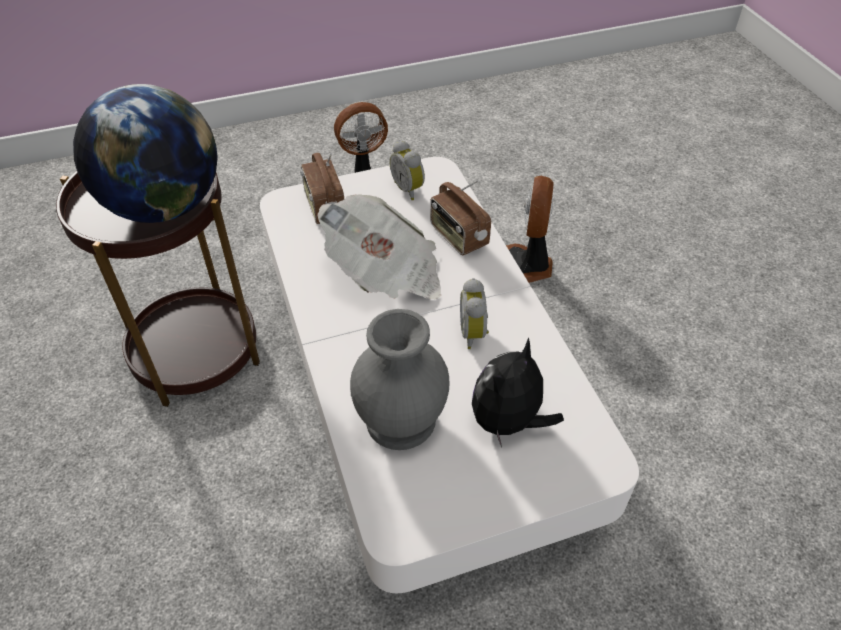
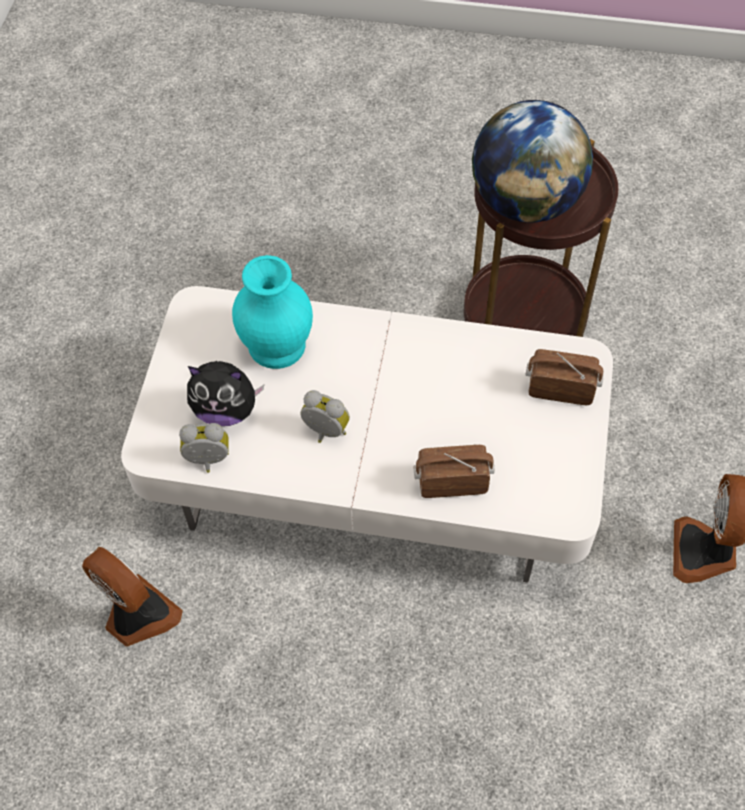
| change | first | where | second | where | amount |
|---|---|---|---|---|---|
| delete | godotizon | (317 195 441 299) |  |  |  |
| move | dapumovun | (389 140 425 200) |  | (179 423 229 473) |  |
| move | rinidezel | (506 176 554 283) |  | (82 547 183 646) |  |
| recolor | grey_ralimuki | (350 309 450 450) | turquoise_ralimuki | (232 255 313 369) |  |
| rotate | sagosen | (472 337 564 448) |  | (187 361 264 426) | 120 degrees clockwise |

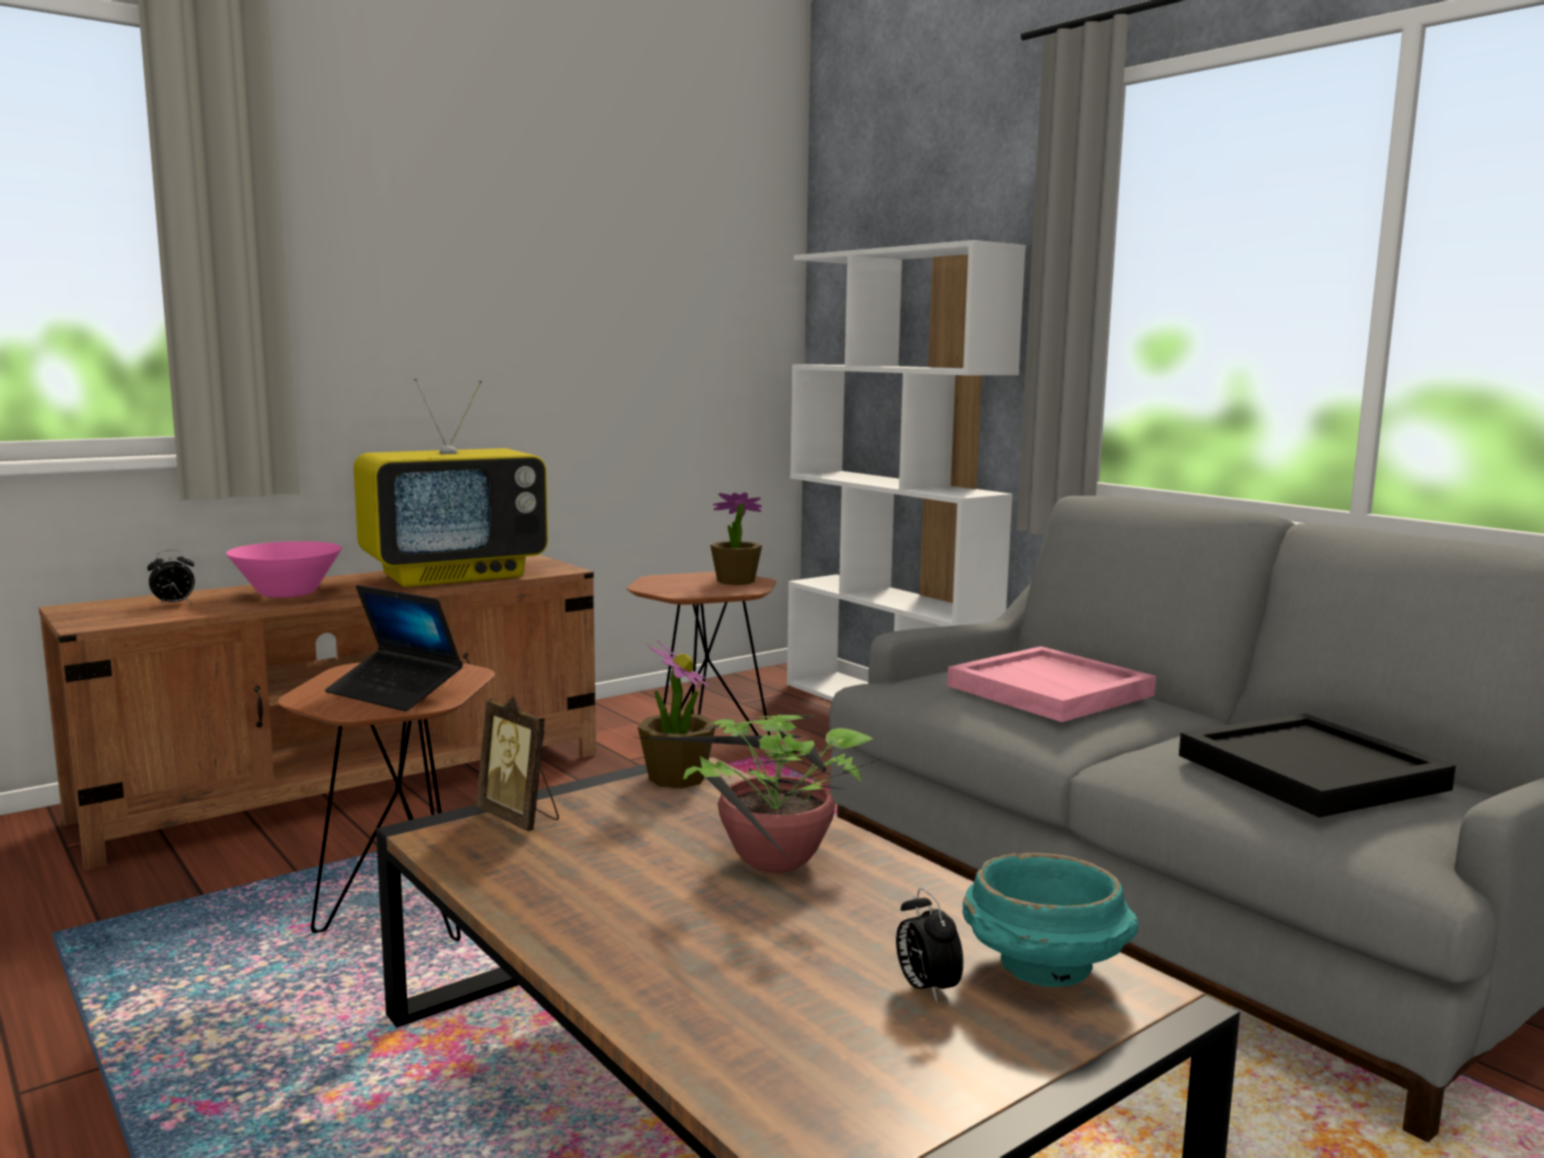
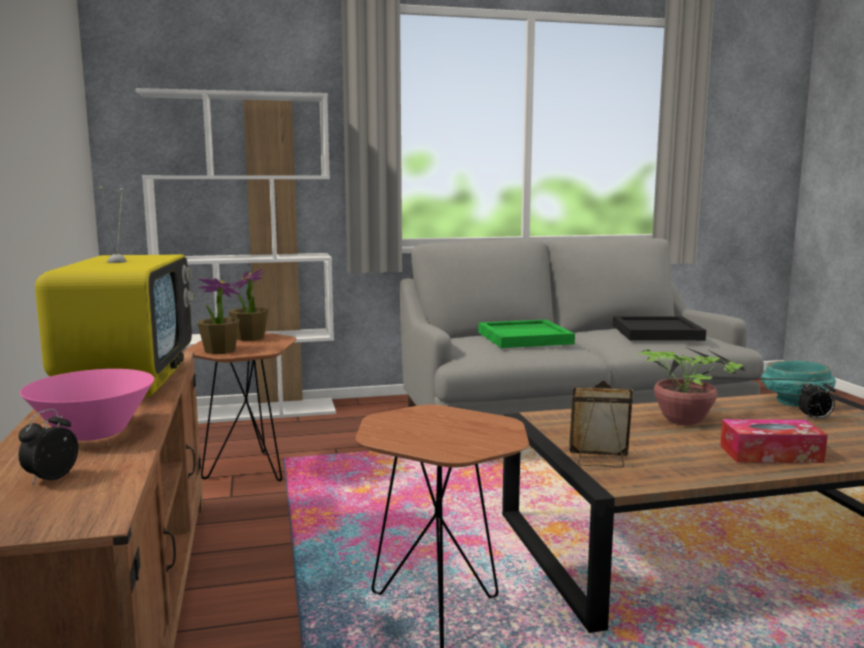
| change | first | where | second | where | amount |
|---|---|---|---|---|---|
| delete | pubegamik | (325 585 463 711) |  |  |  |
| insert |  |  | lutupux | (720 419 828 463) |  |
| move | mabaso | (638 640 716 788) |  | (197 278 240 354) |  |
| recolor | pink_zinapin | (947 646 1156 722) | green_zinapin | (478 320 575 348) |  |
| rotate | dapumovun | (147 550 195 606) |  | (19 409 78 485) | 150 degrees counterclockwise |
| rotate | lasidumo | (476 696 559 831) |  | (569 380 633 468) | 150 degrees counterclockwise |

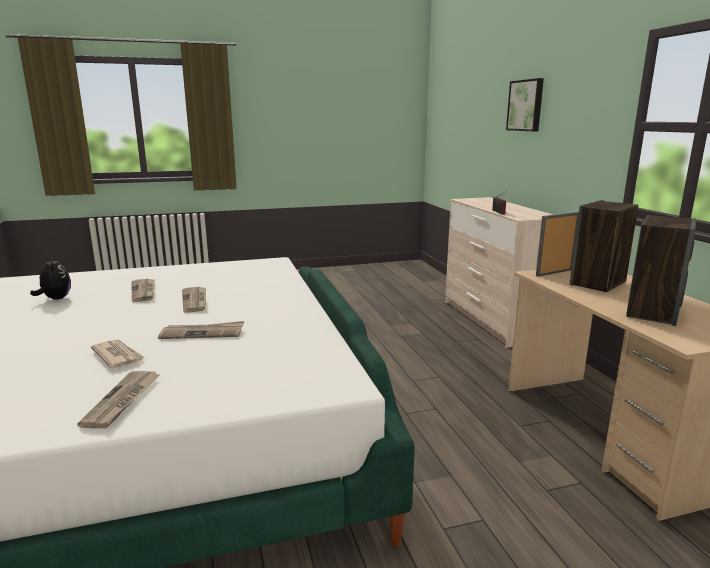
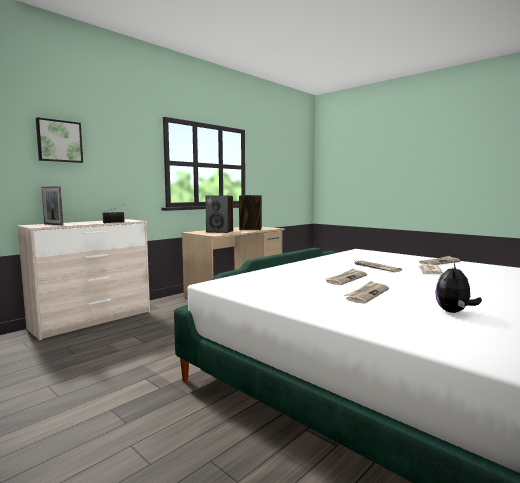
| change | first | where | second | where | amount |
|---|---|---|---|---|---|
| move | lasidumo | (536 212 579 277) |  | (41 186 63 225) |  |

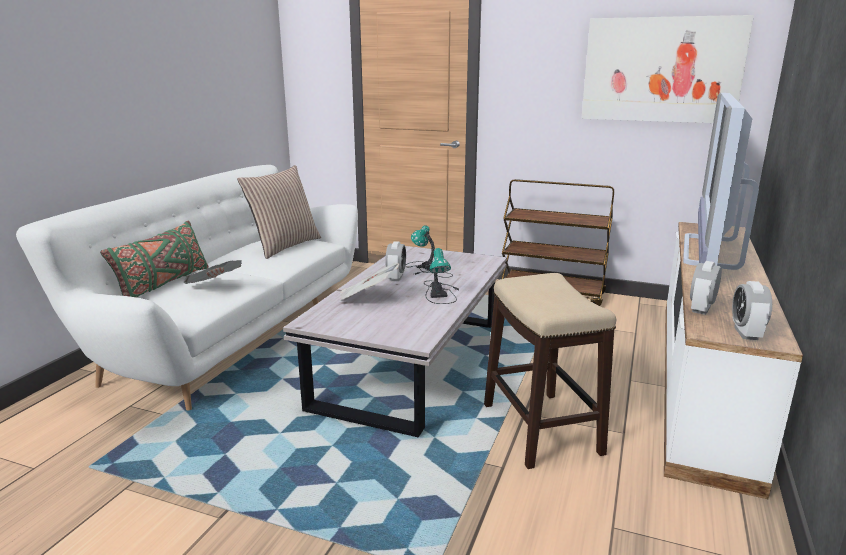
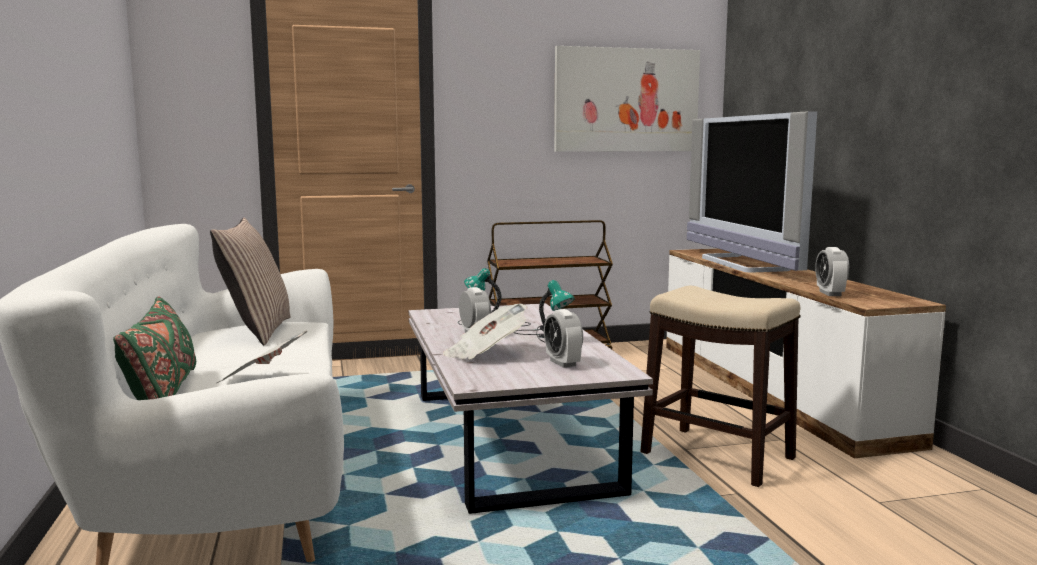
| change | first | where | second | where | amount |
|---|---|---|---|---|---|
| move | dapumovun | (732 281 772 340) |  | (544 309 583 368) |  |

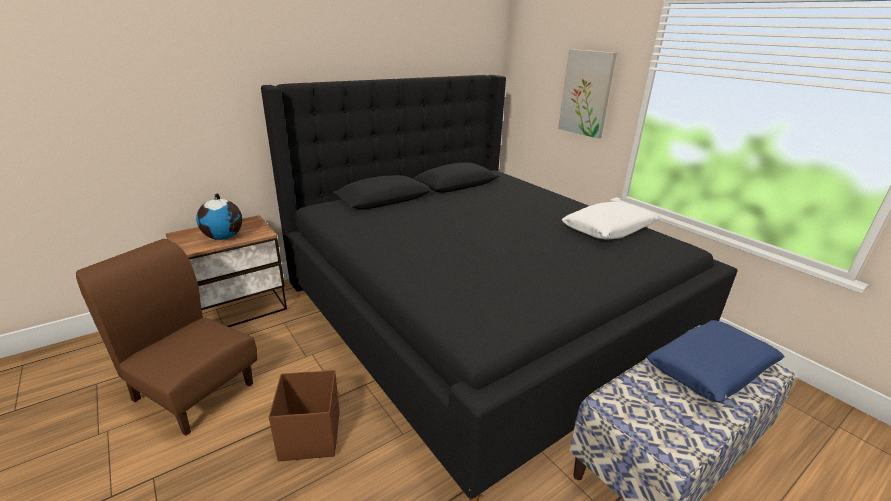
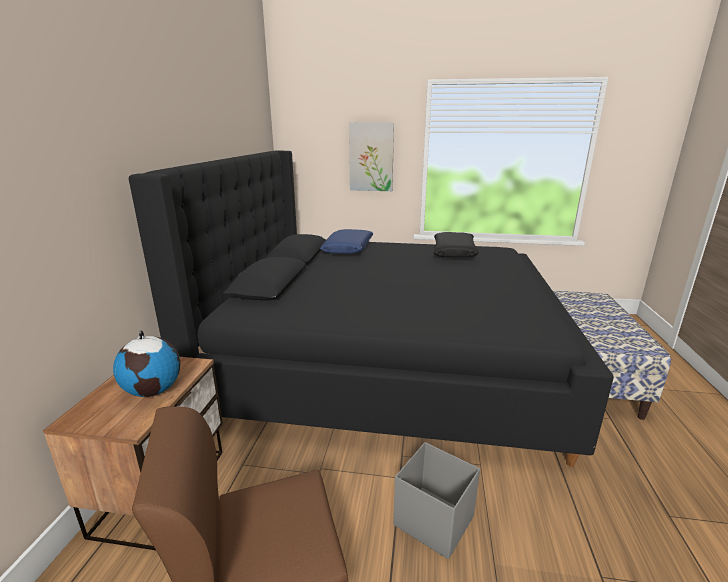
| change | first | where | second | where | amount |
|---|---|---|---|---|---|
| move | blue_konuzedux | (647 320 785 403) |  | (320 229 373 254) |  |
| recolor | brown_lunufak | (269 370 340 461) | grey_lunufak | (393 442 480 559) |  |
| recolor | white_konuzedux | (562 202 659 240) | black_konuzedux | (434 232 479 258) |  |

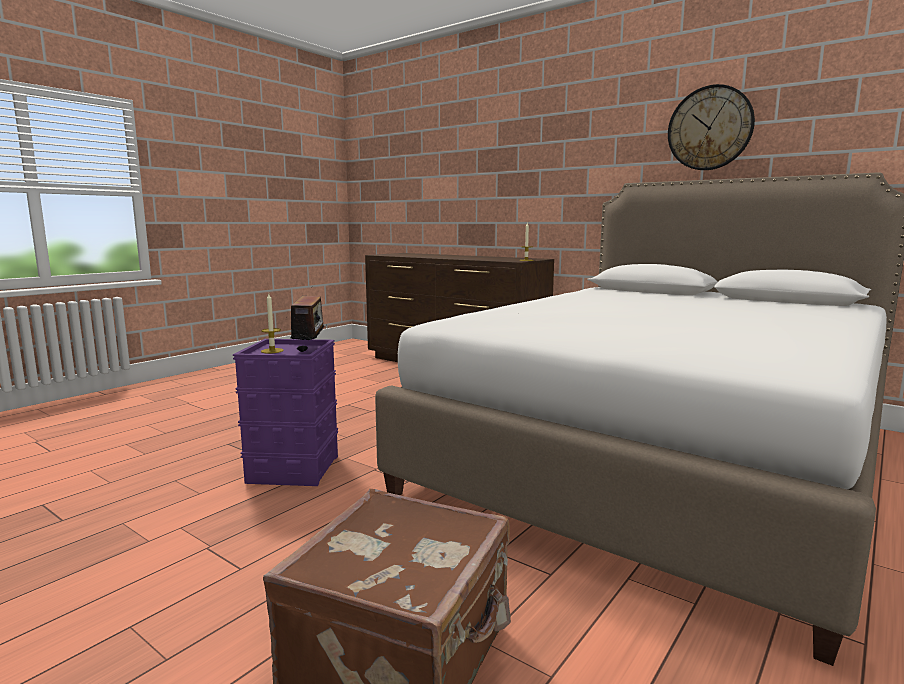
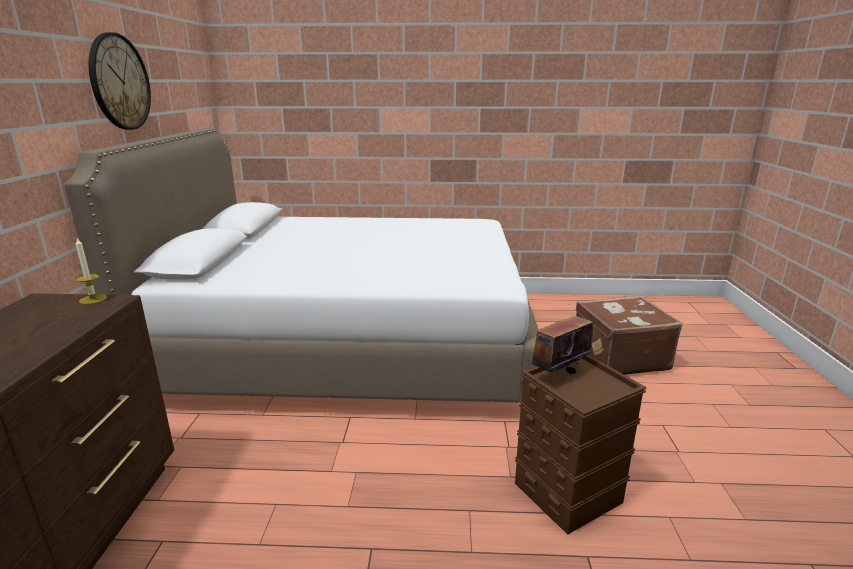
| change | first | where | second | where | amount |
|---|---|---|---|---|---|
| delete | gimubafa | (261 294 284 353) |  |  |  |
| recolor | purple_lunufak | (233 339 338 486) | brown_lunufak | (515 355 646 535) |  |

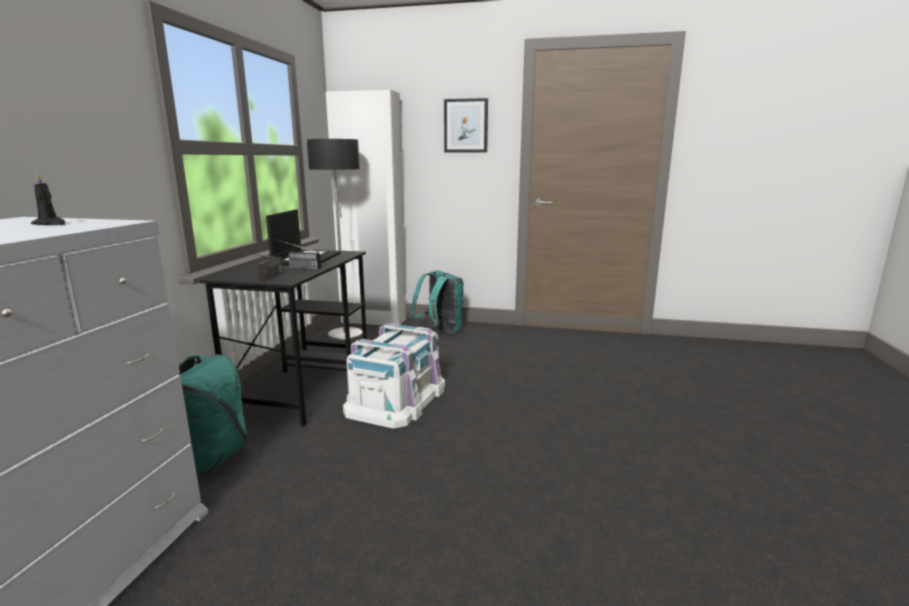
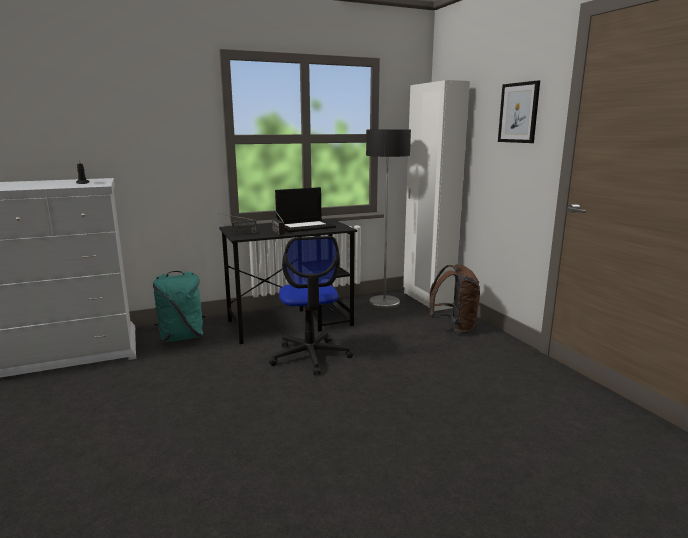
| change | first | where | second | where | amount |
|---|---|---|---|---|---|
| replace | white_lunufak | (343 323 445 429) | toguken | (269 236 353 375) |  |
| recolor | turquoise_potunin | (411 270 464 334) | brown_potunin | (429 264 480 334) |  |

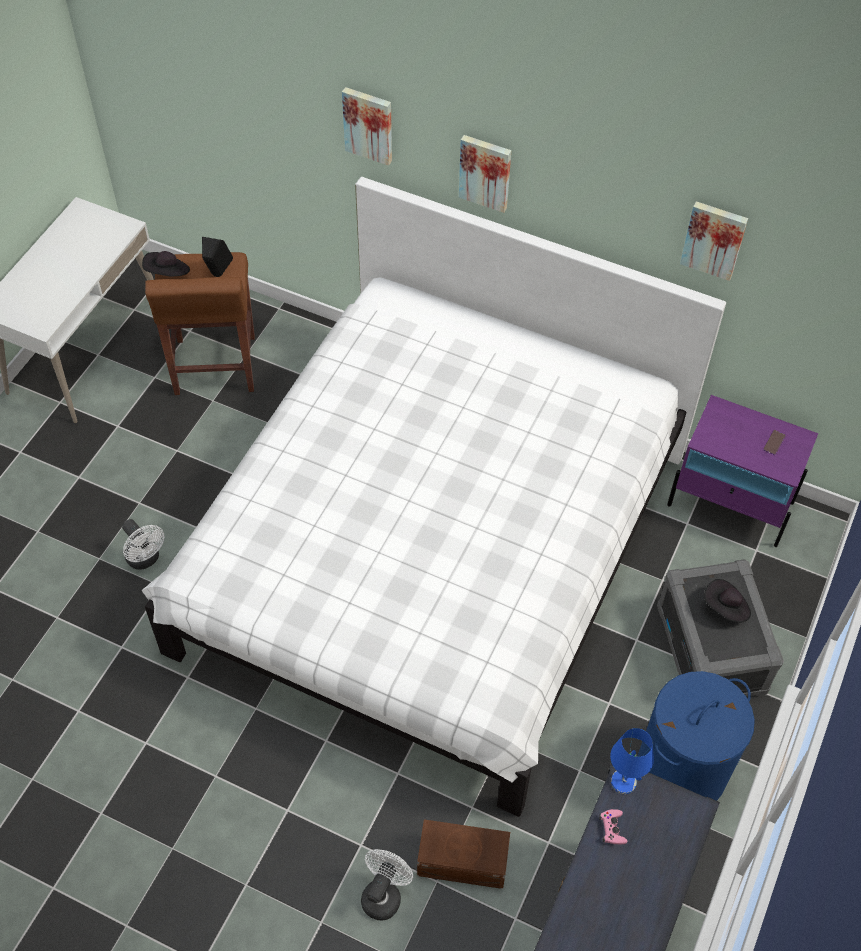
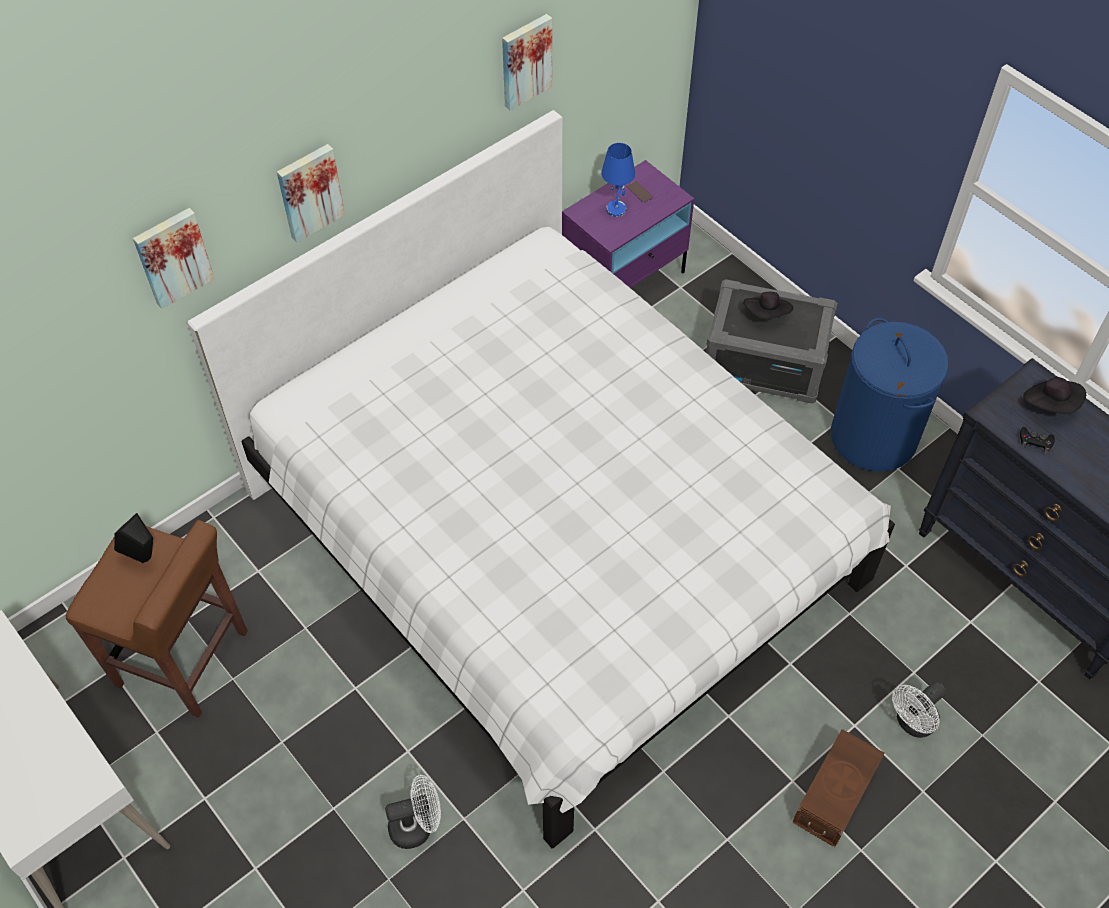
| change | first | where | second | where | amount |
|---|---|---|---|---|---|
| move | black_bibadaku | (142 251 190 276) |  | (1023 377 1086 414) |  |
| move | brown_lunufak | (417 819 510 889) |  | (792 729 885 847) |  |
| move | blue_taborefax | (610 728 654 794) |  | (601 143 635 217) |  |
| recolor | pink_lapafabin | (599 809 627 844) | black_lapafabin | (1020 427 1055 453) |  |
| rotate | white_rinidezel | (361 849 413 920) |  | (892 681 946 738) | 90 degrees counterclockwise |

